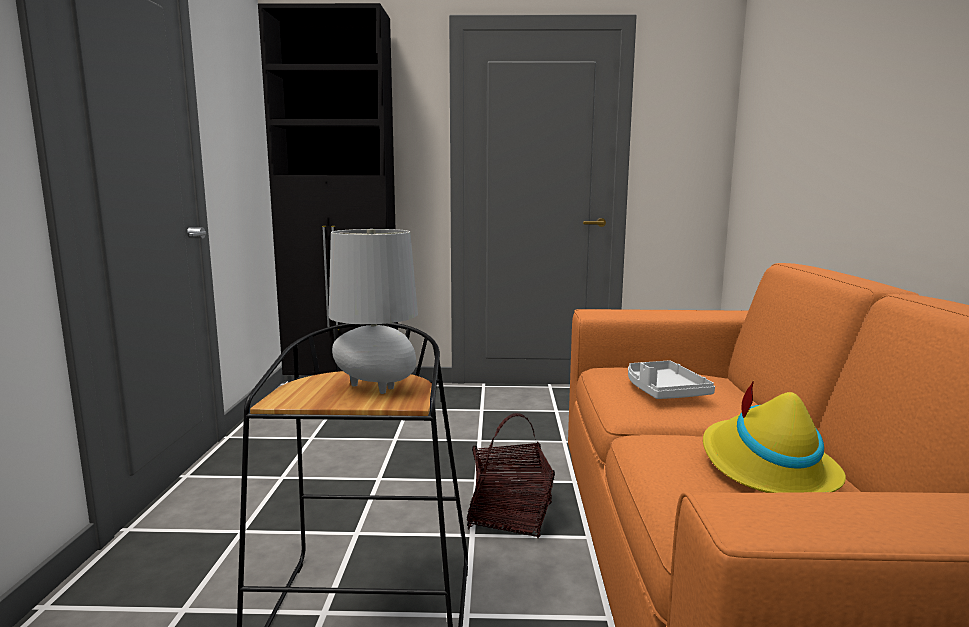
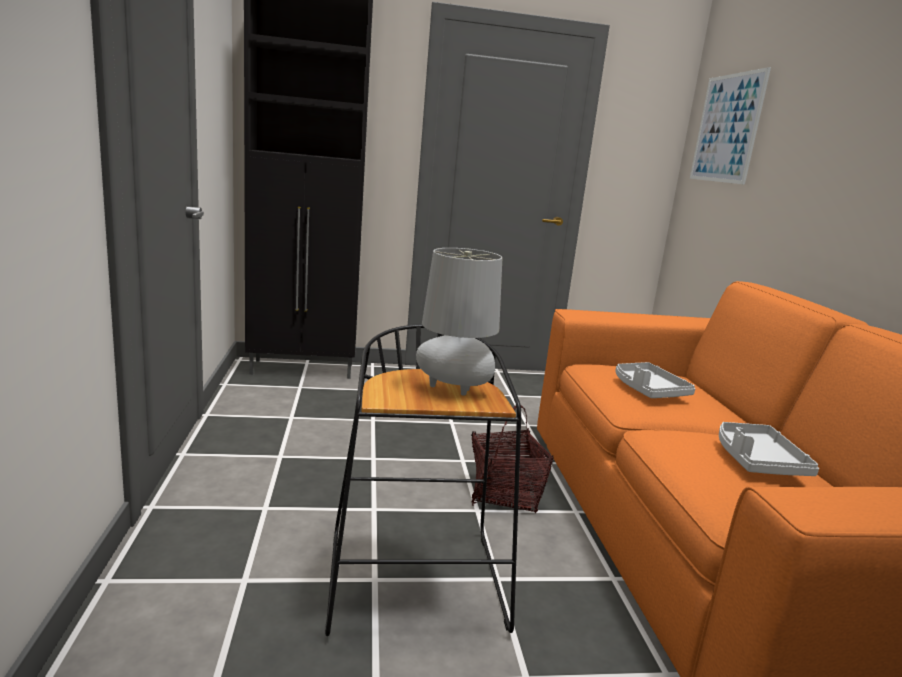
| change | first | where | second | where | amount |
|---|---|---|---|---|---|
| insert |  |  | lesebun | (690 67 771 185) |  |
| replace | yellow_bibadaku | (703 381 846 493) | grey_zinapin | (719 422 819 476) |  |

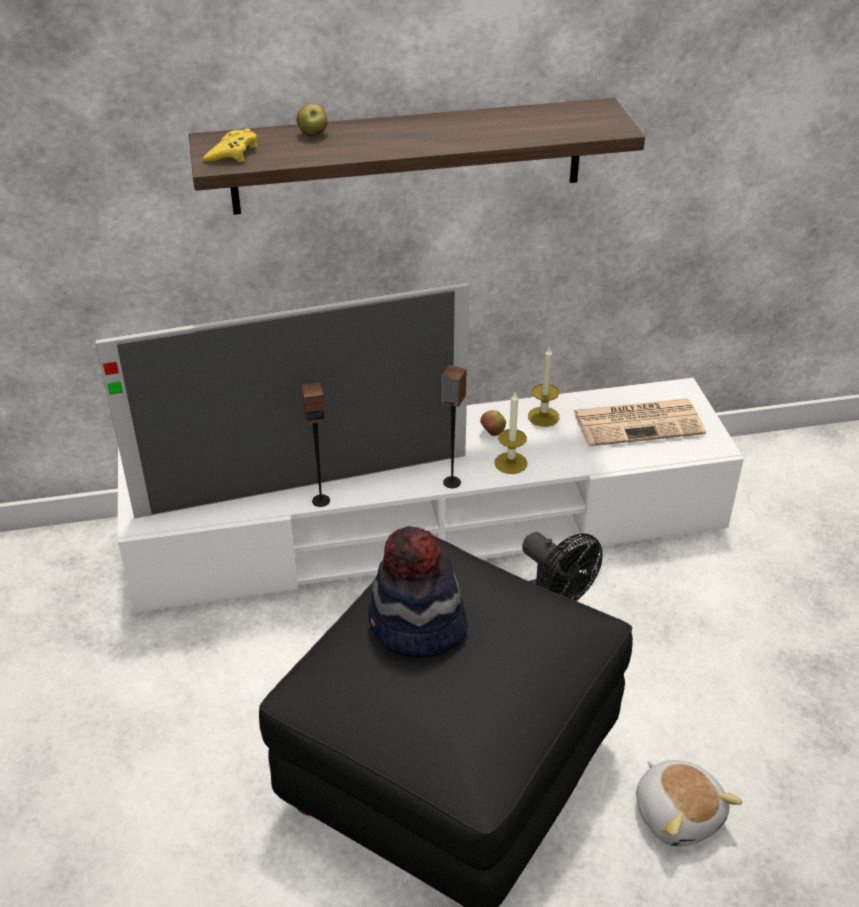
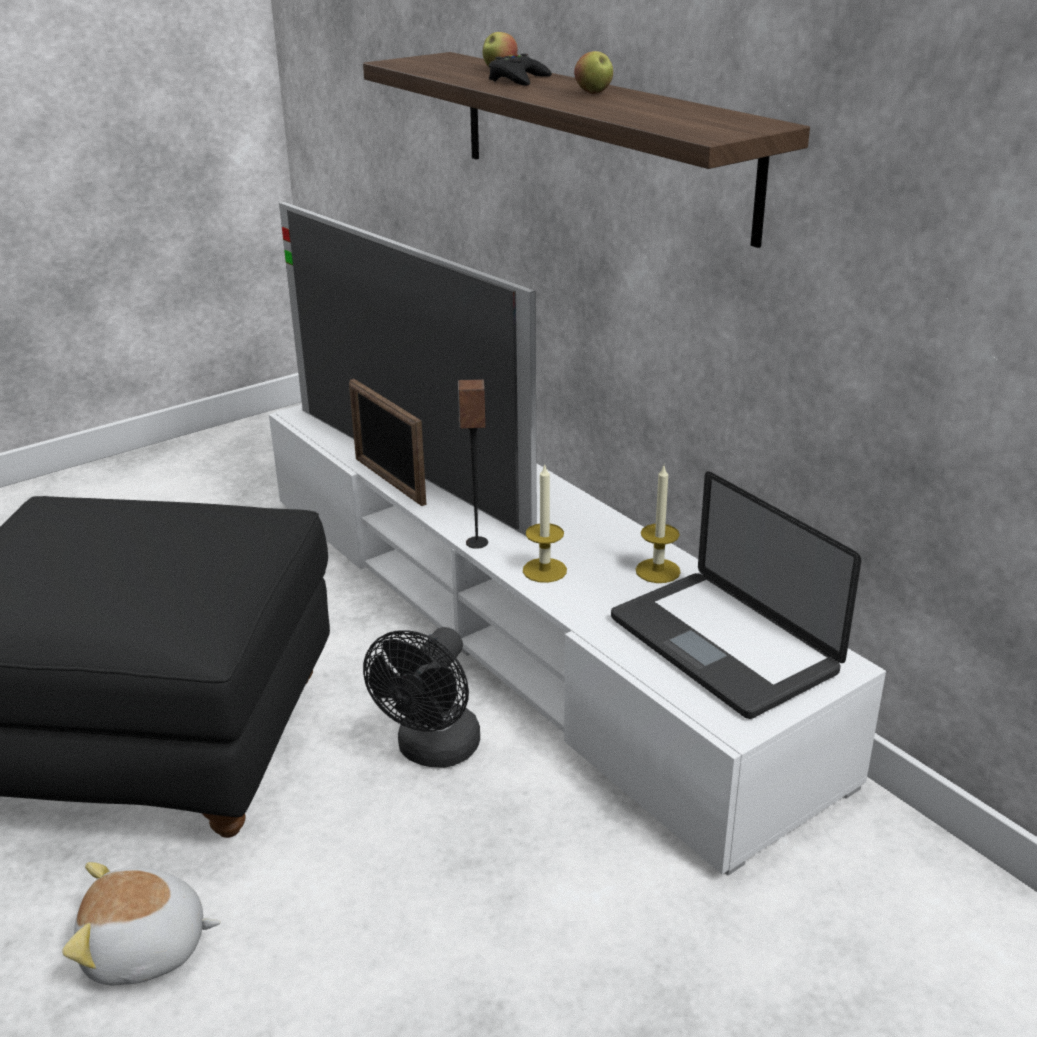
| change | first | where | second | where | amount |
|---|---|---|---|---|---|
| delete | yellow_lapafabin | (203 129 258 162) |  |  |  |
| delete | bibadaku | (368 526 467 657) |  |  |  |
| insert |  |  | black_lapafabin | (489 54 552 86) |  |
| move | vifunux | (480 410 506 436) |  | (574 51 613 94) |  |
| replace | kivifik | (301 383 330 507) | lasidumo | (349 379 426 506) |  |
| replace | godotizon | (573 398 706 446) | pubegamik | (611 471 862 719) |  |
| rotate | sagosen | (636 760 743 846) |  | (62 862 221 985) | 45 degrees clockwise |

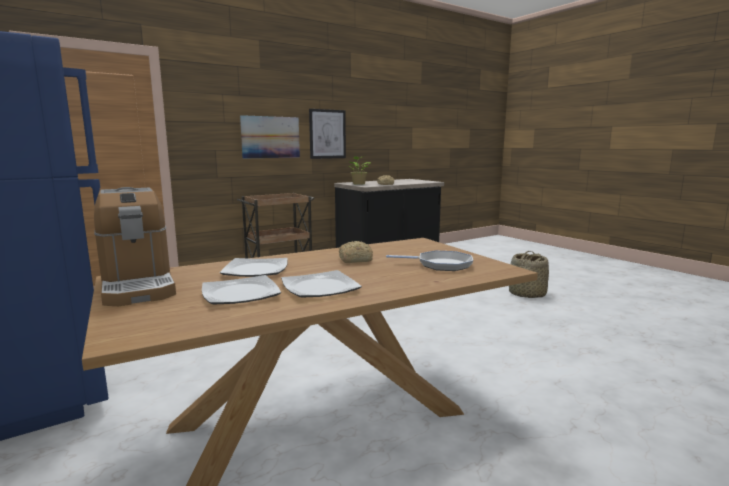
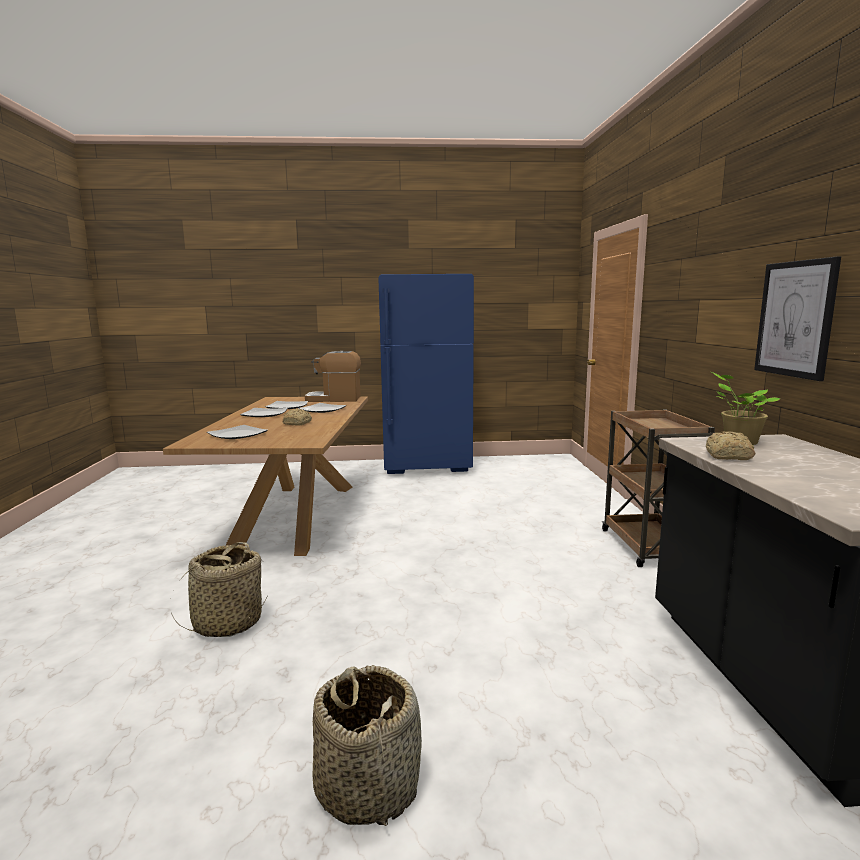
| change | first | where | second | where | amount |
|---|---|---|---|---|---|
| delete | lesebun | (240 115 300 159) |  |  |  |
| insert |  |  | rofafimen | (171 542 268 637) |  |
| replace | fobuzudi | (386 251 473 271) | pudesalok | (207 425 268 439) |  |

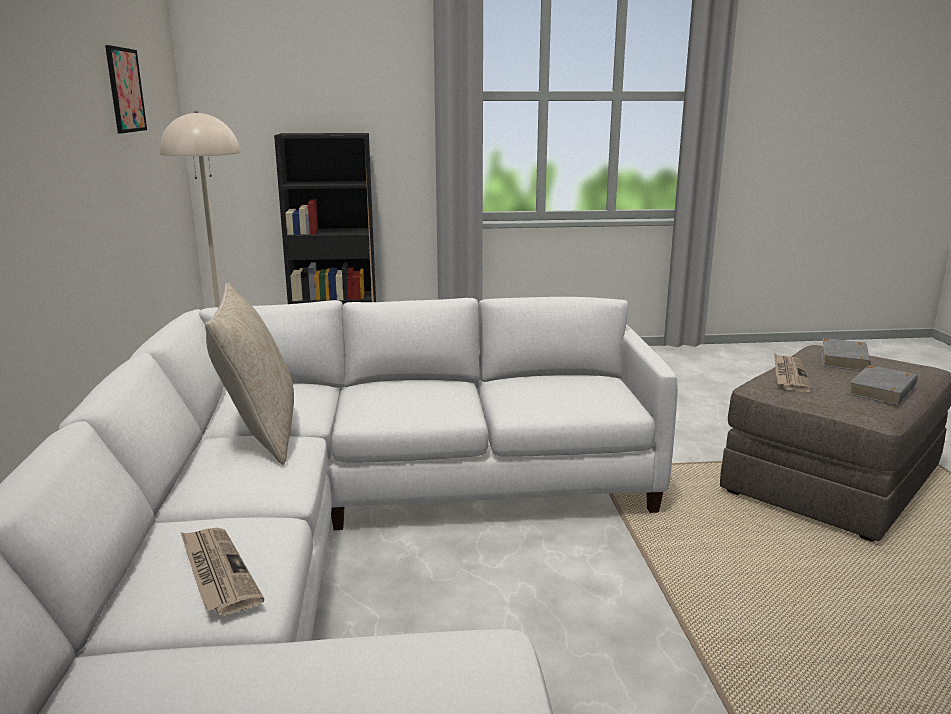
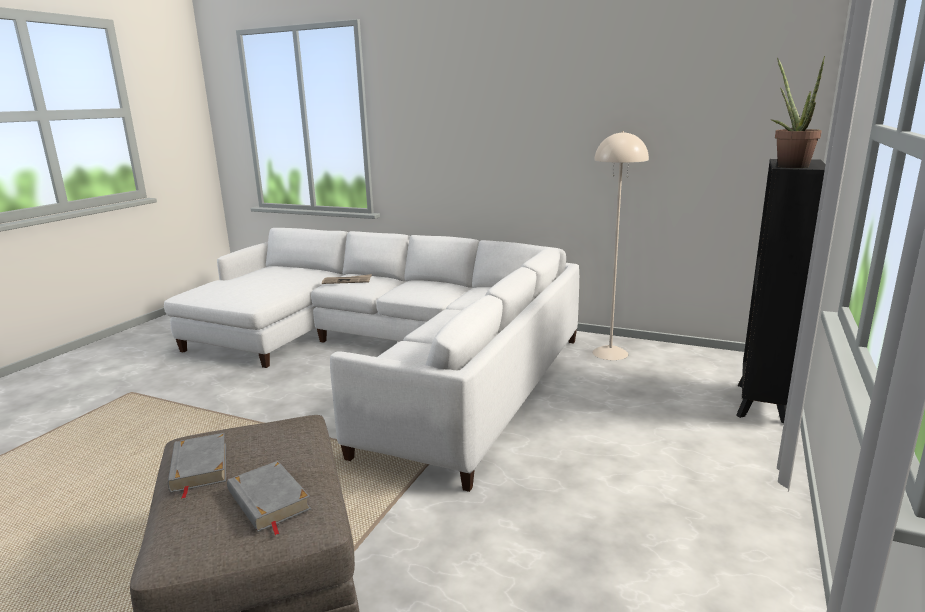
| change | first | where | second | where | amount |
|---|---|---|---|---|---|
| delete | lesebun | (105 45 147 133) |  |  |  |
| delete | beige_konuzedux | (205 283 294 465) |  |  |  |
| delete | godotizon | (774 353 812 392) |  |  |  |
| insert |  |  | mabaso | (771 56 825 168) |  |

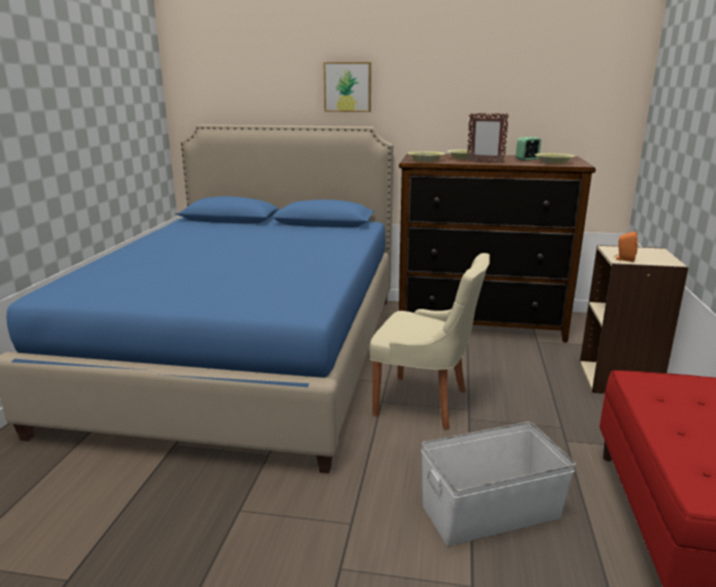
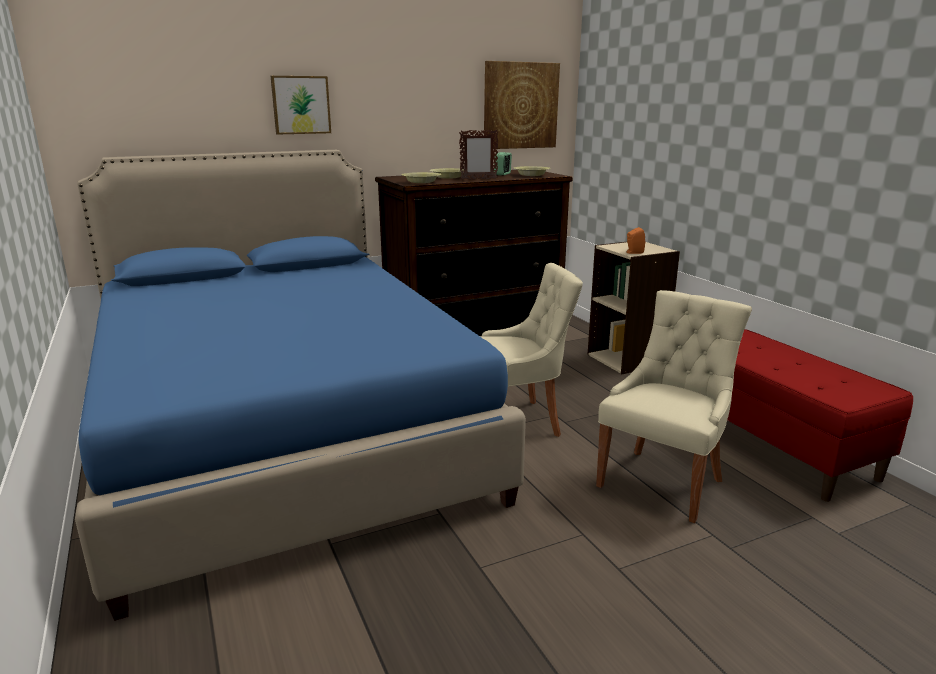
| change | first | where | second | where | amount |
|---|---|---|---|---|---|
| insert |  |  | lesebun | (484 61 560 149) |  |
| replace | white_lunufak | (421 422 576 546) | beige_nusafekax | (596 290 752 523) |  |

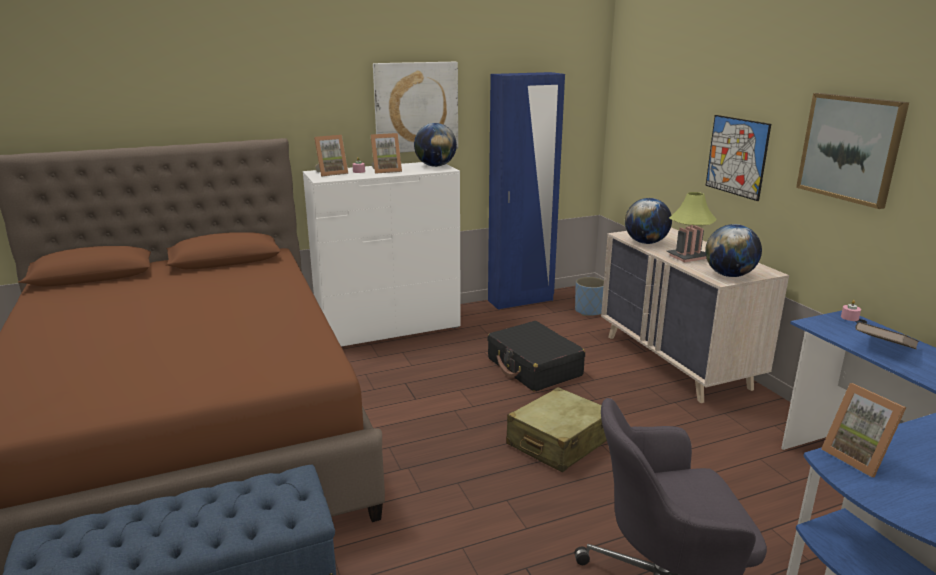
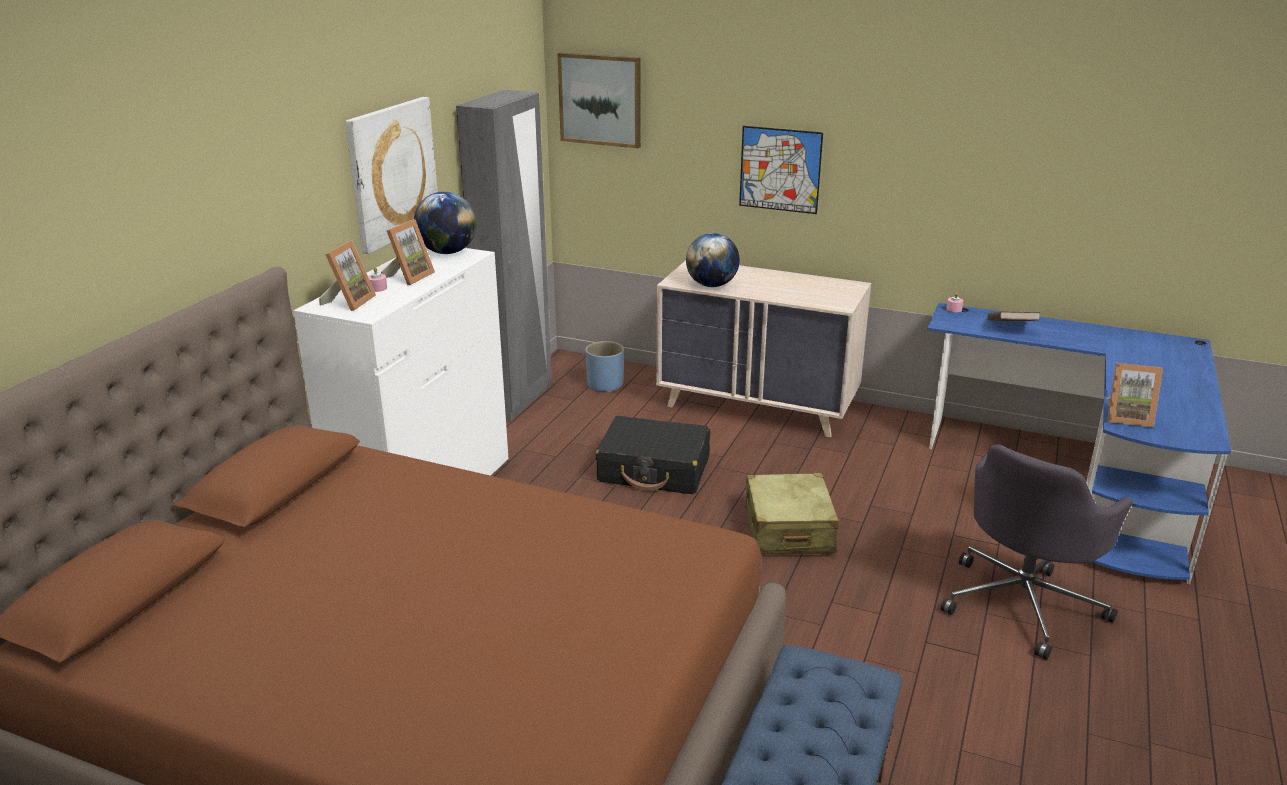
| change | first | where | second | where | amount |
|---|---|---|---|---|---|
| delete | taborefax | (667 192 717 262) |  |  |  |
| delete | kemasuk | (705 224 762 277) |  |  |  |
| move | lesebun | (796 93 909 209) |  | (557 52 641 148) |  |
| recolor | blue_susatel | (488 72 565 310) | grey_susatel | (456 90 552 422) |  |

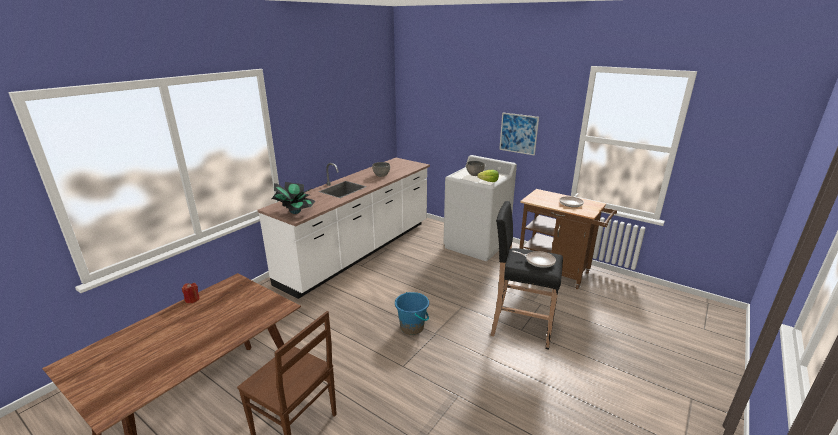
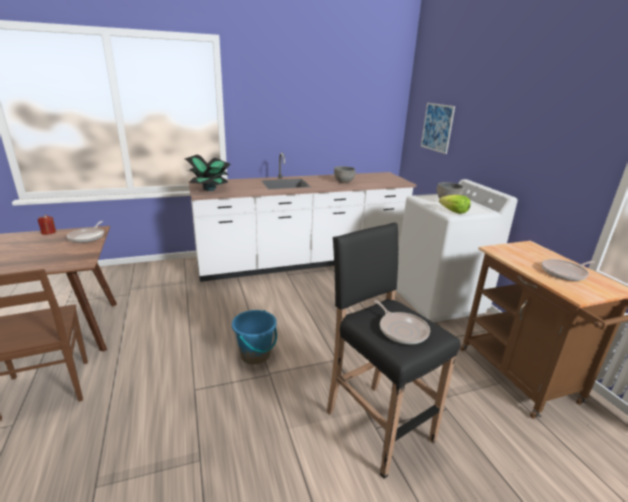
| change | first | where | second | where | amount |
|---|---|---|---|---|---|
| insert |  |  | fobuzudi | (67 221 104 243) |  |
| move | lesebun | (499 112 539 156) |  | (421 103 455 154) |  |

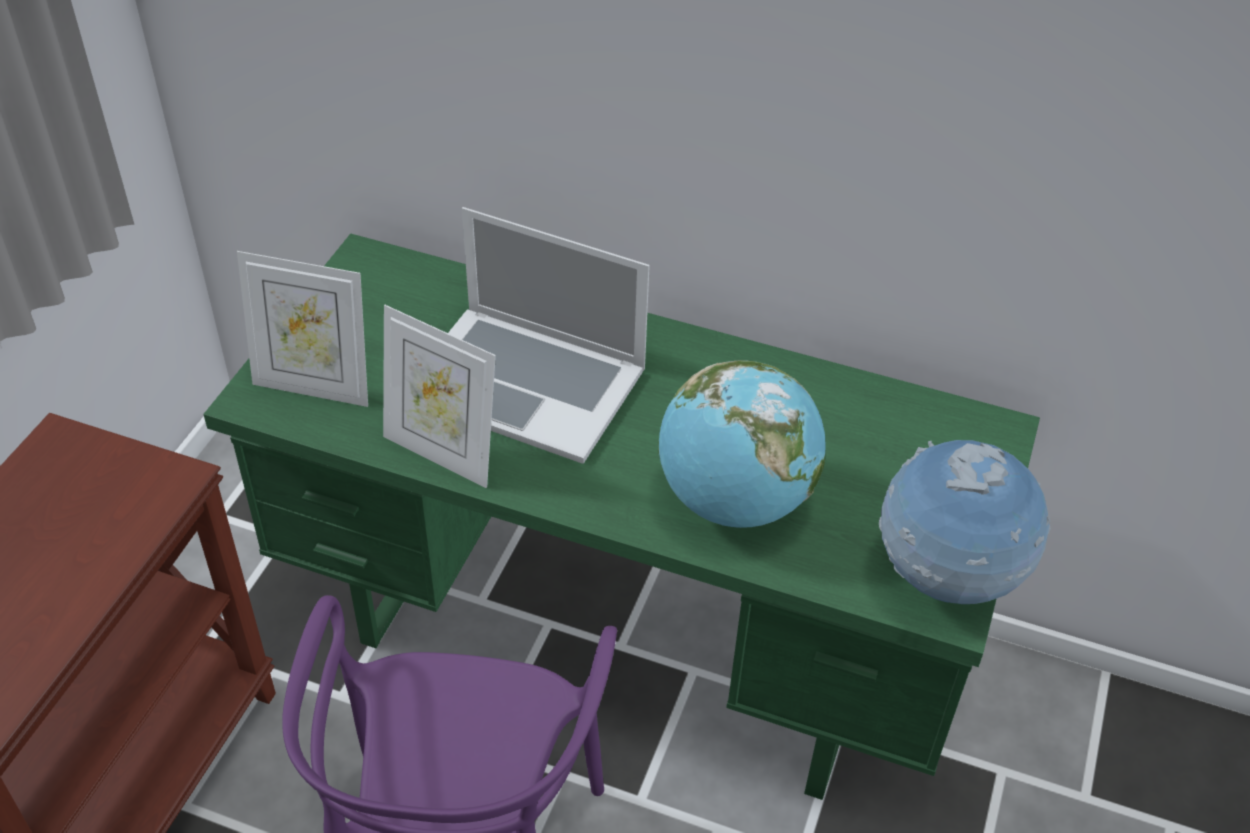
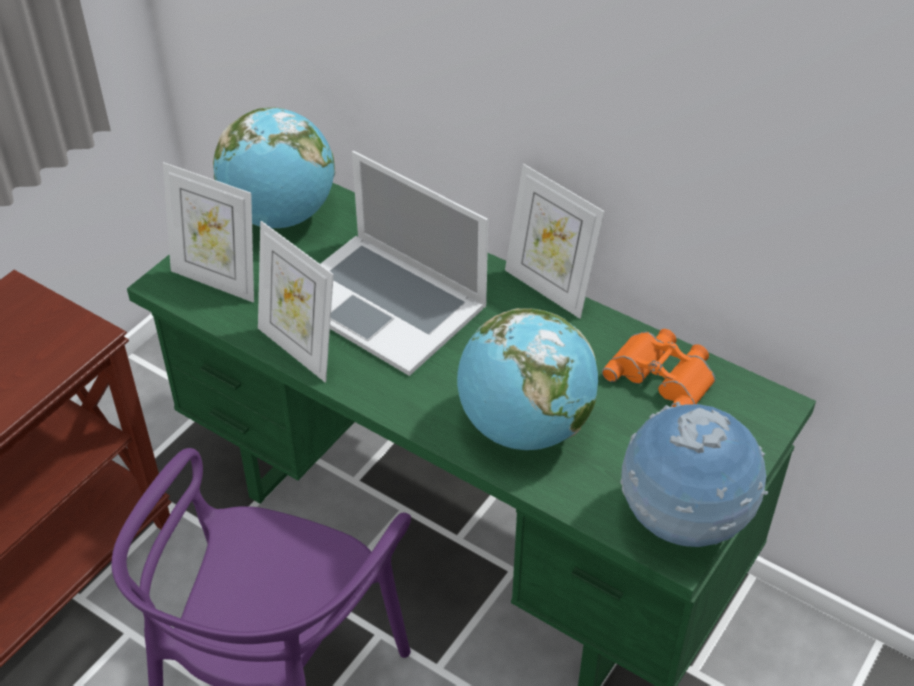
| change | first | where | second | where | amount |
|---|---|---|---|---|---|
| insert |  |  | kemasuk | (213 107 335 228) |  |
| insert |  |  | lasidumo | (505 164 605 319) |  |
| insert |  |  | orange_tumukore | (602 329 715 407) |  |

